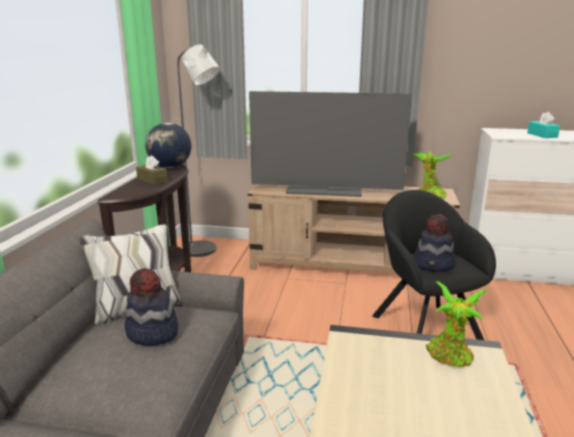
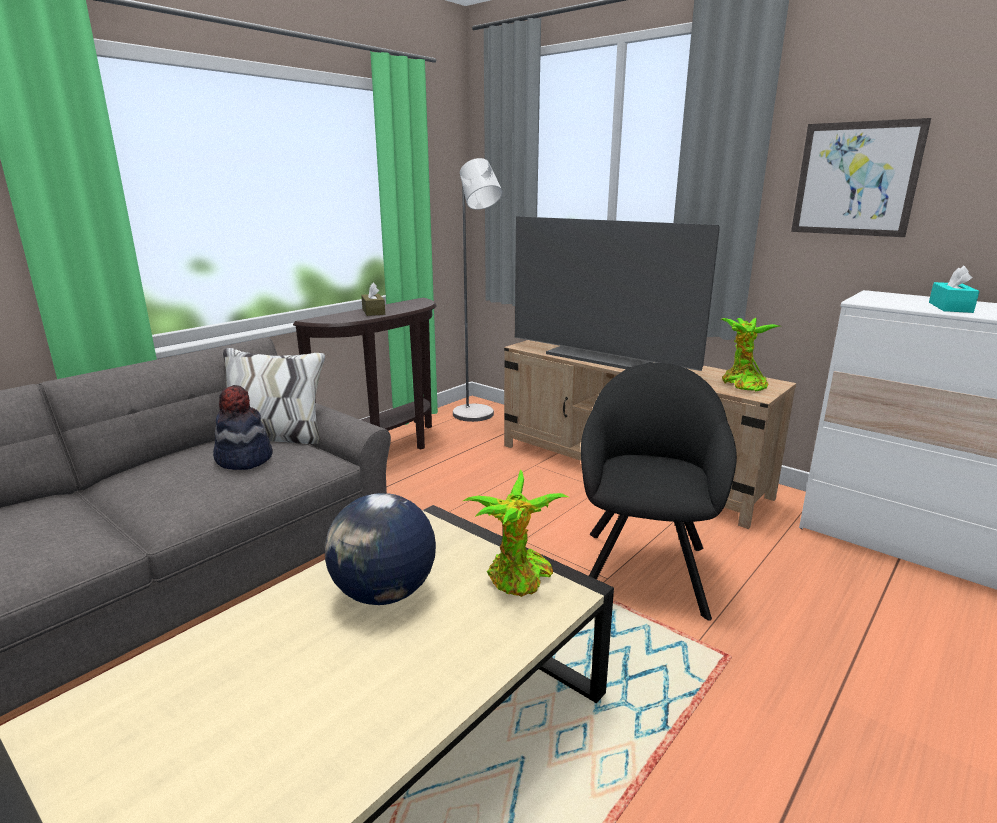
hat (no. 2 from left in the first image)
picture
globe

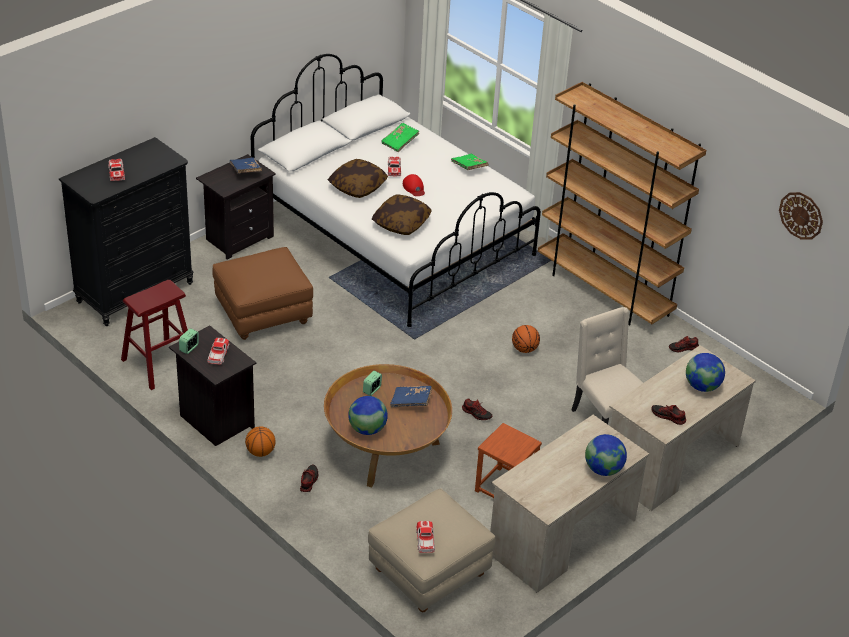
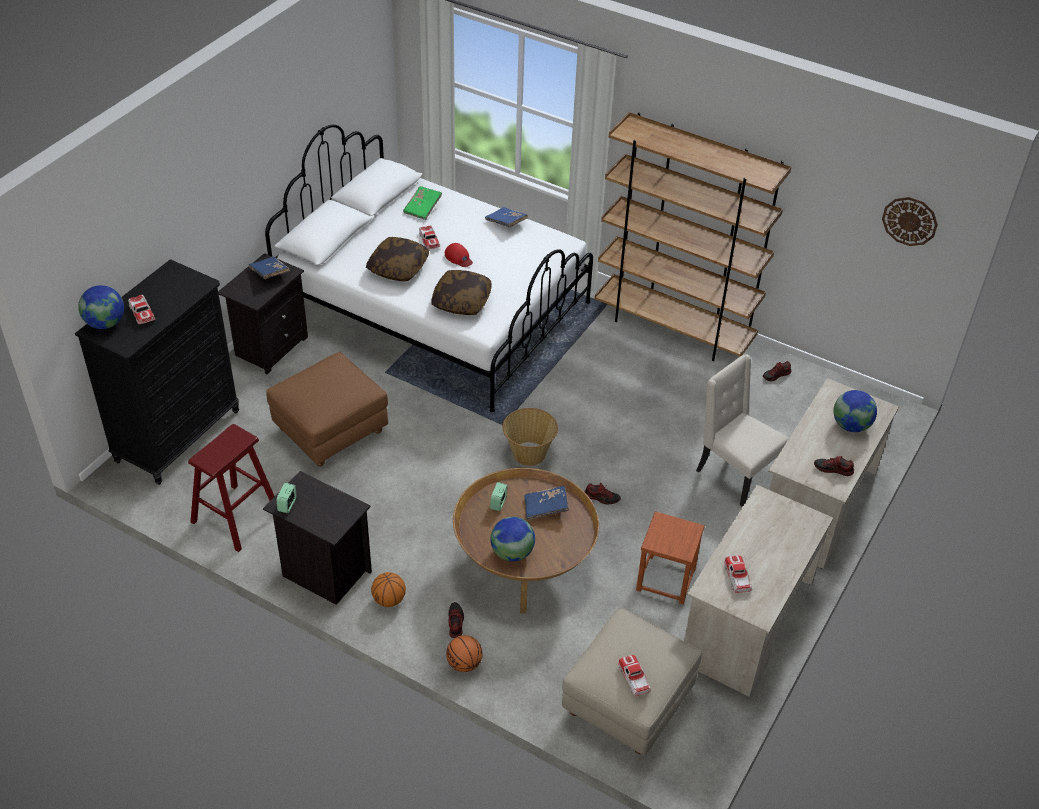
household basket
model car (no. 4 from left)
basketball ball (no. 2 from left)
globe (no. 1 from left)
volume (bluish) (no. 2 from left)

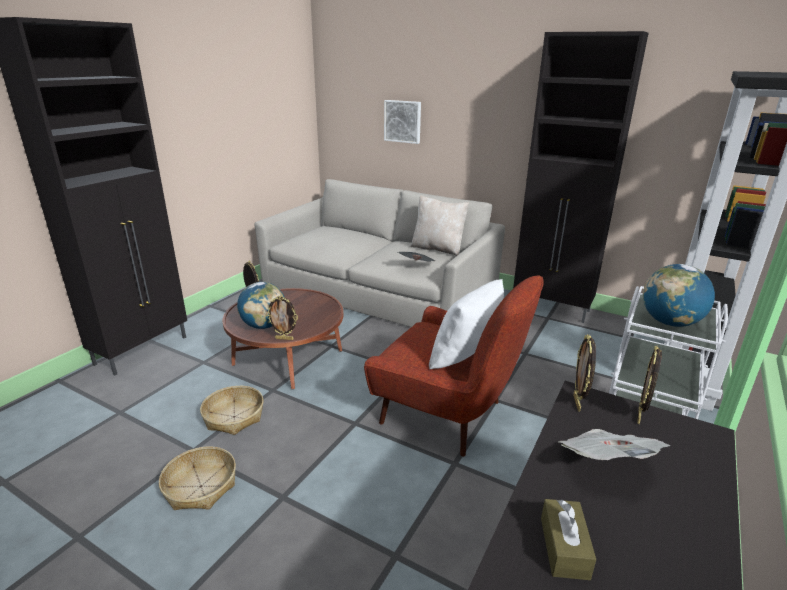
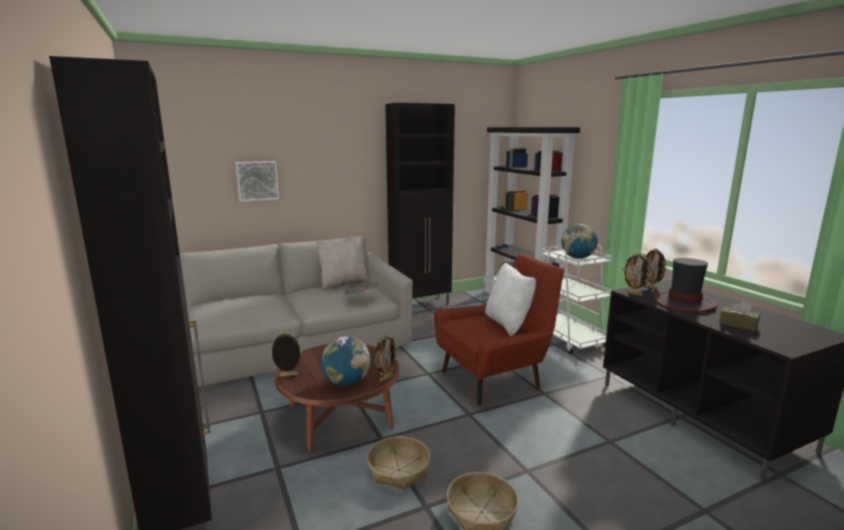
hat

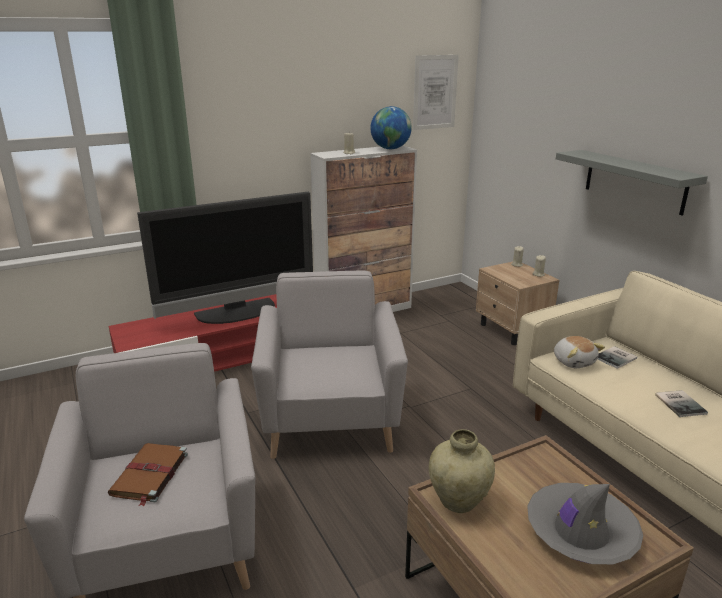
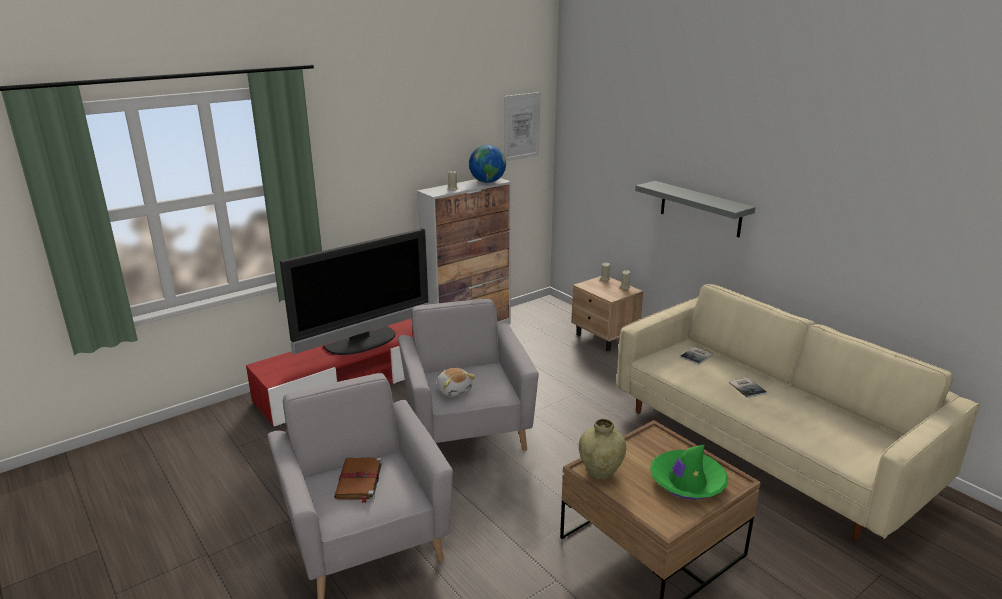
plush toy
hat (green)

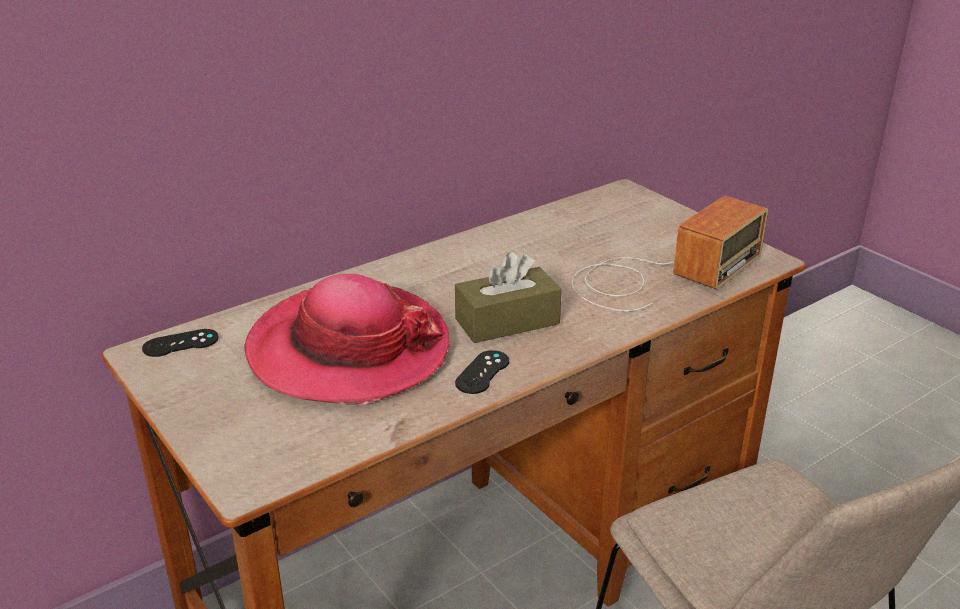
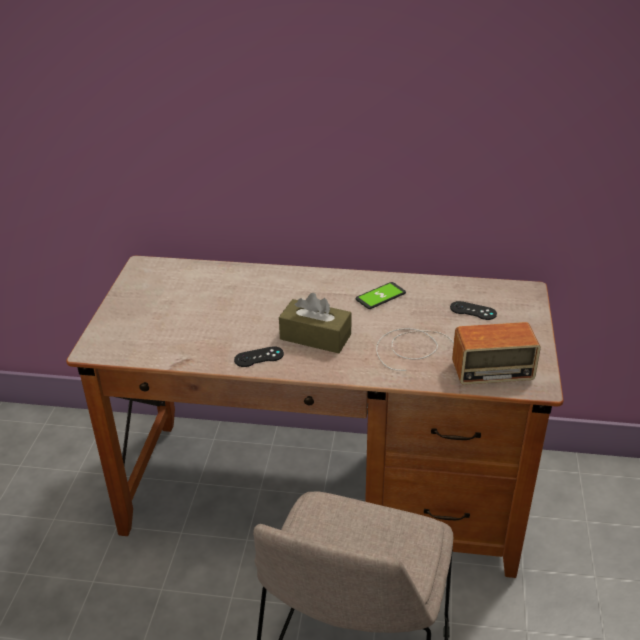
hat
handset
game controller (blackish) (no. 2 from left)

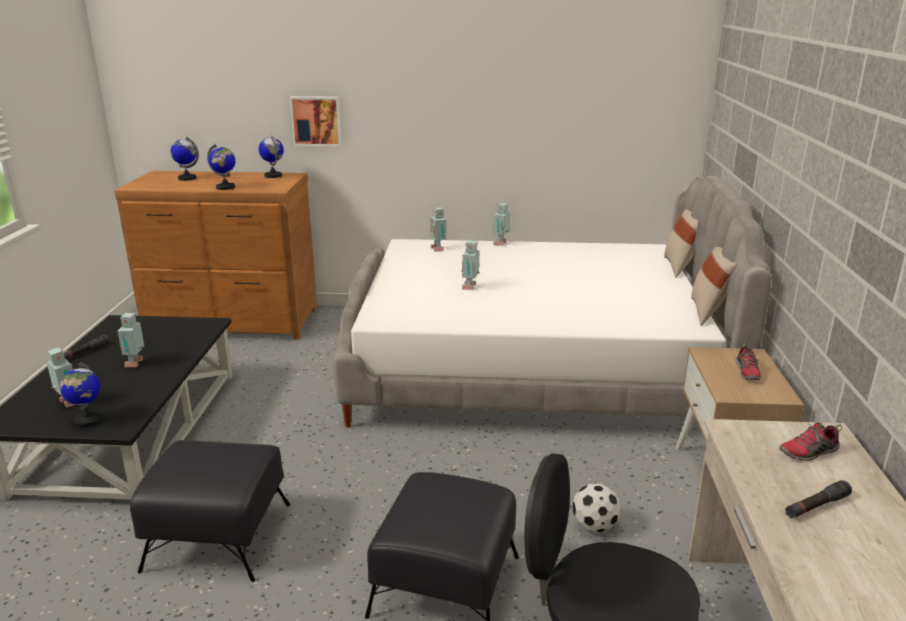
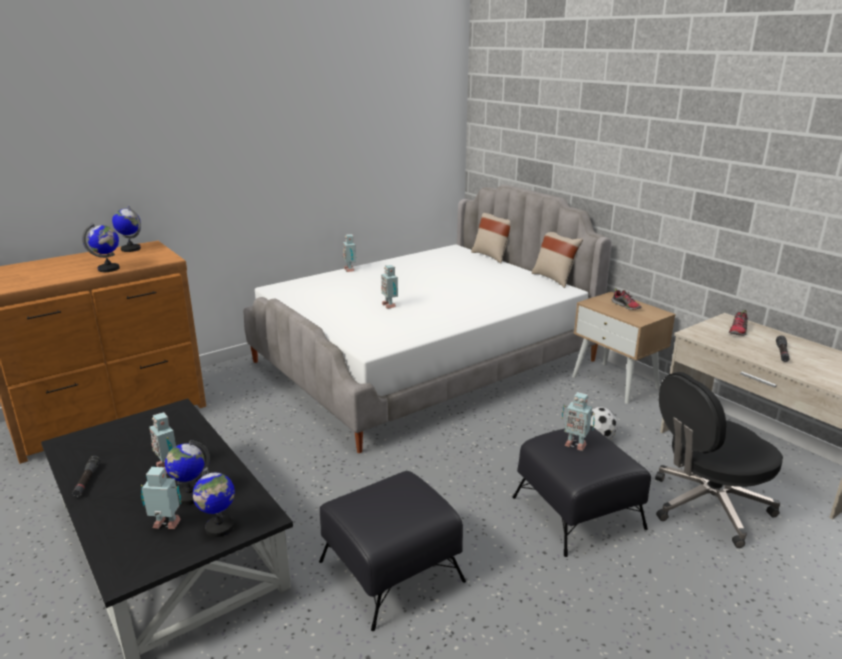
picture
globe (no. 3 from left)
model robot (no. 5 from left)

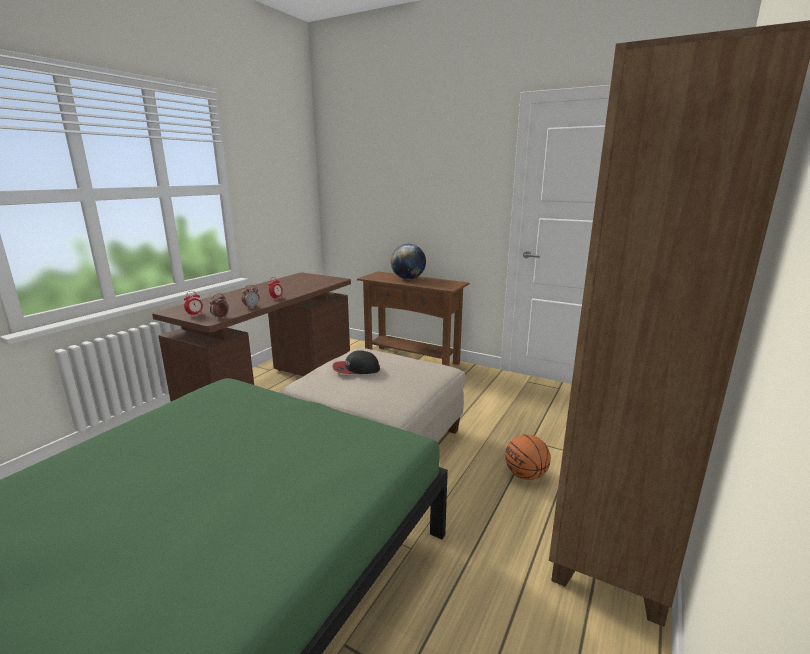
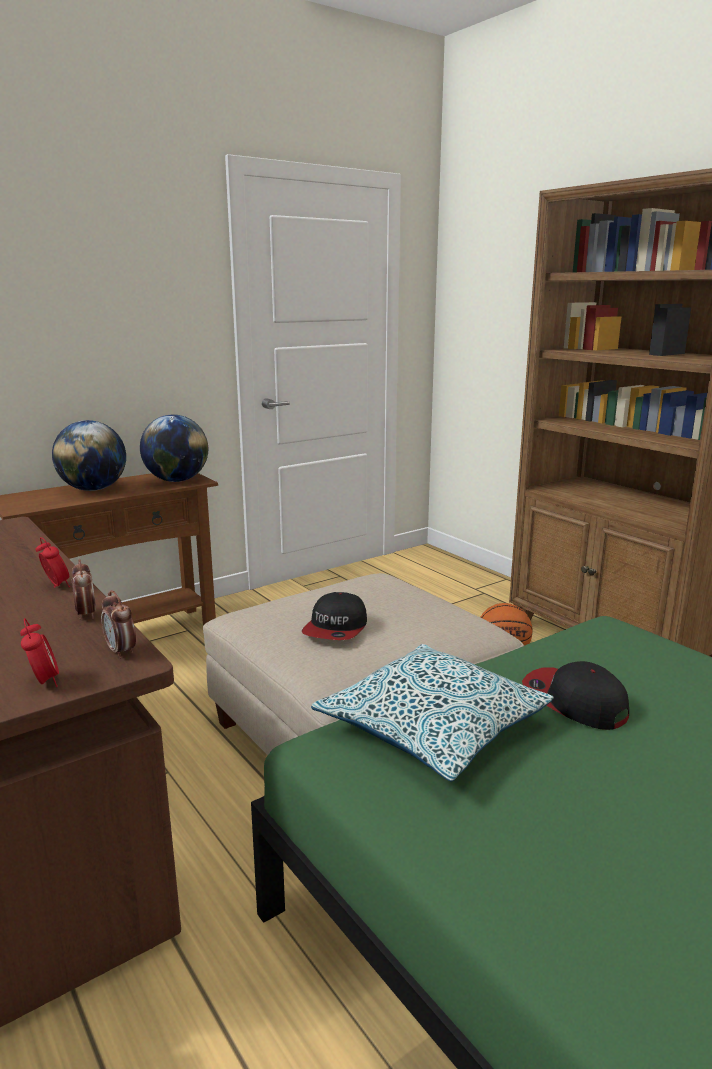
globe (no. 2 from left)
pillow
peaked cap (no. 2 from left)

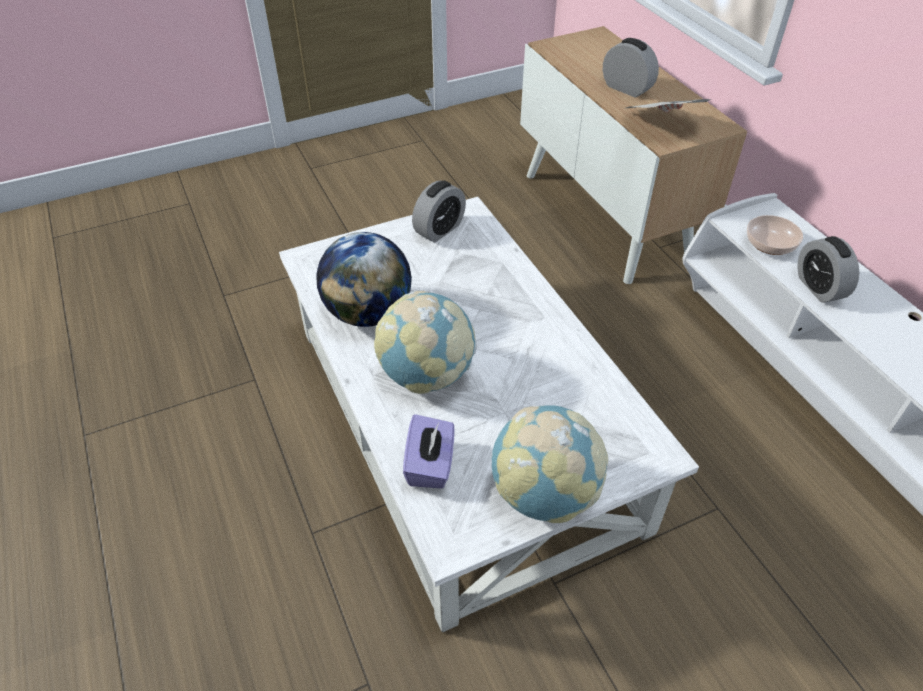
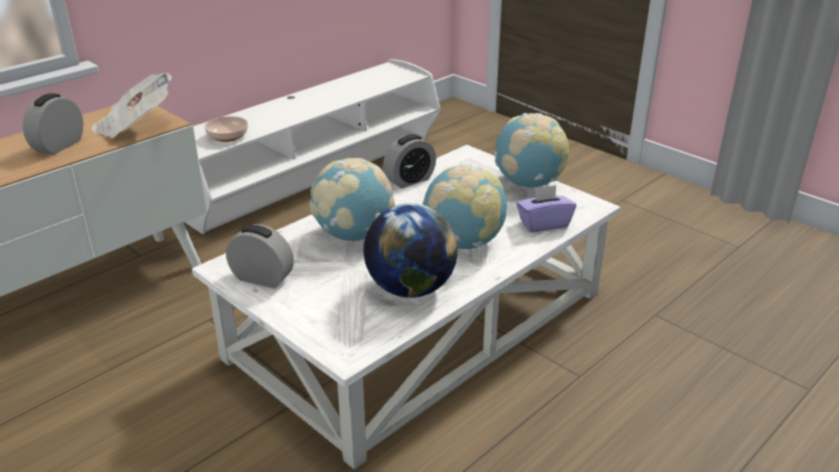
globe (no. 1 from left)
table clock (no. 3 from left)

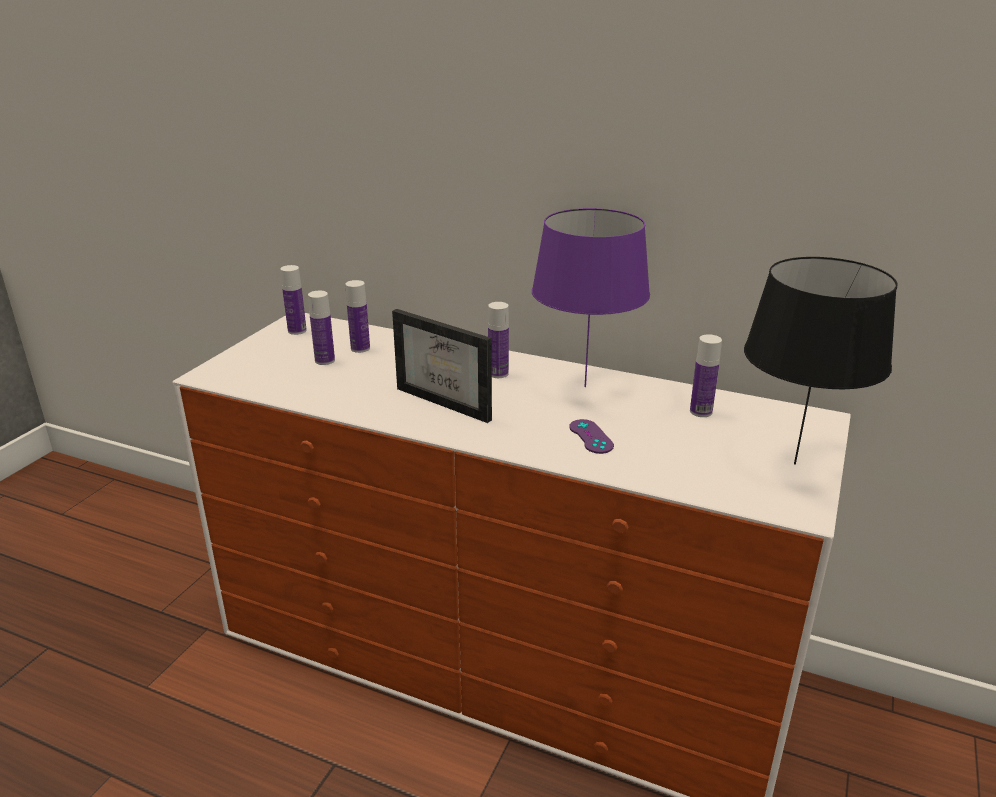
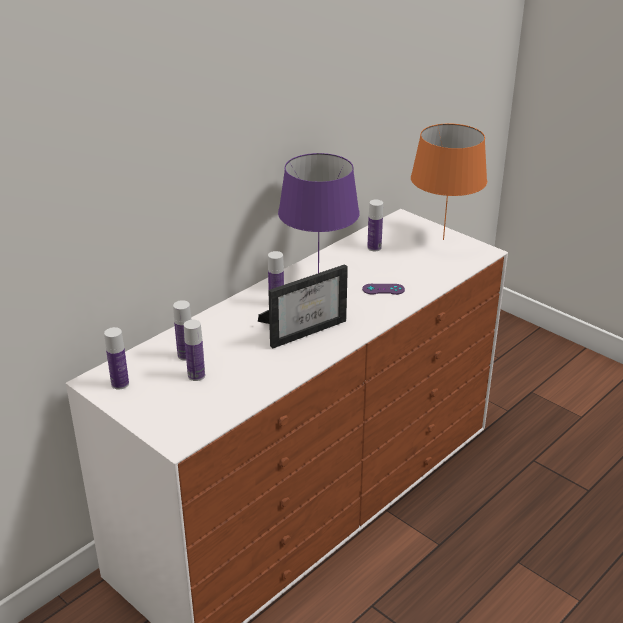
lamp for a table (orangey)

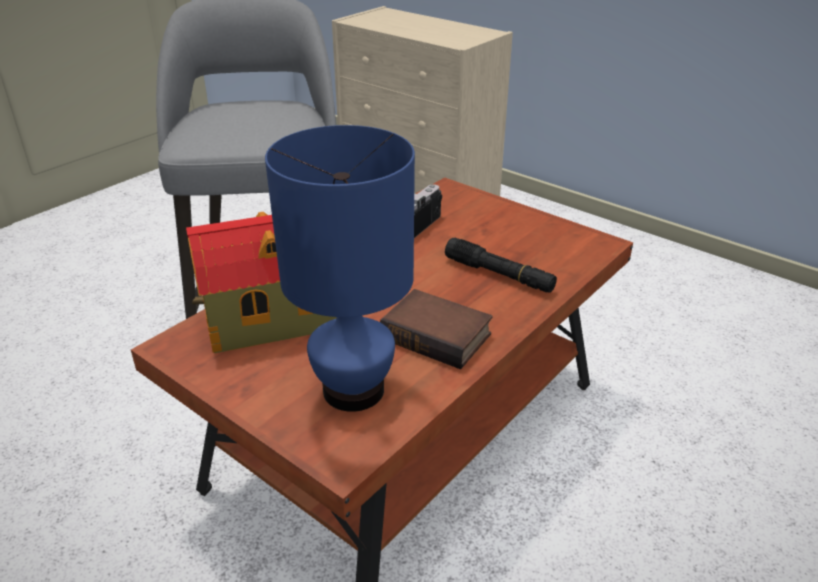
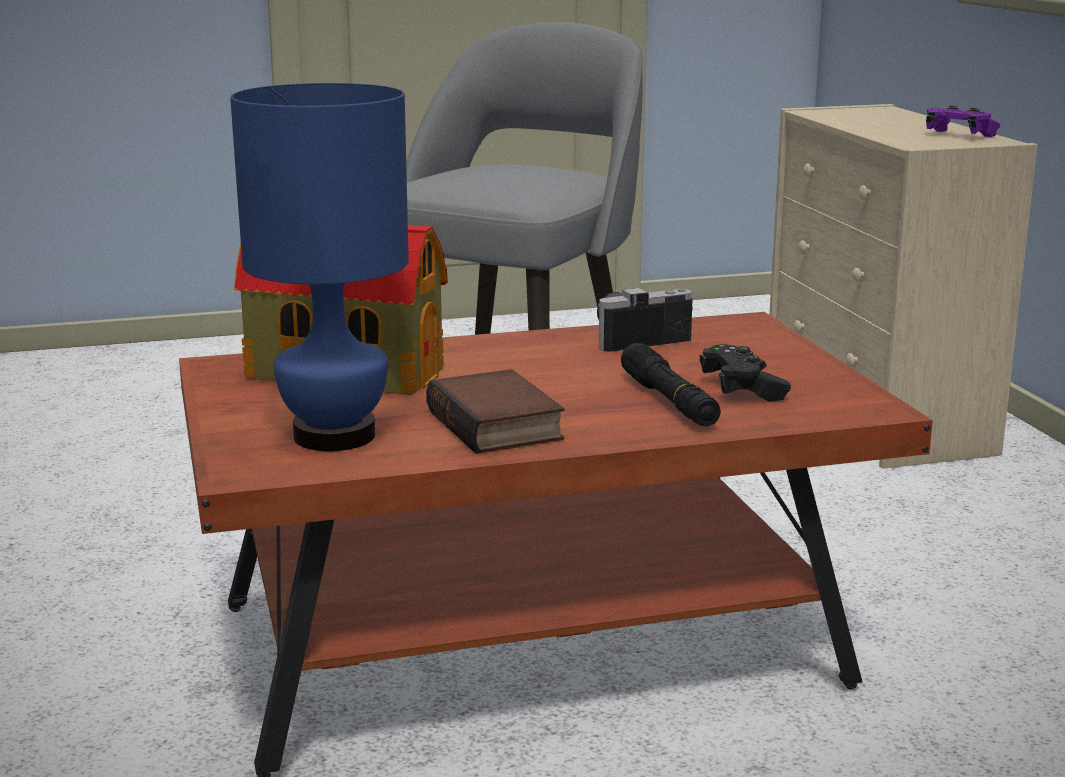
game controller (blackish)
game controller (purple-coloured)

